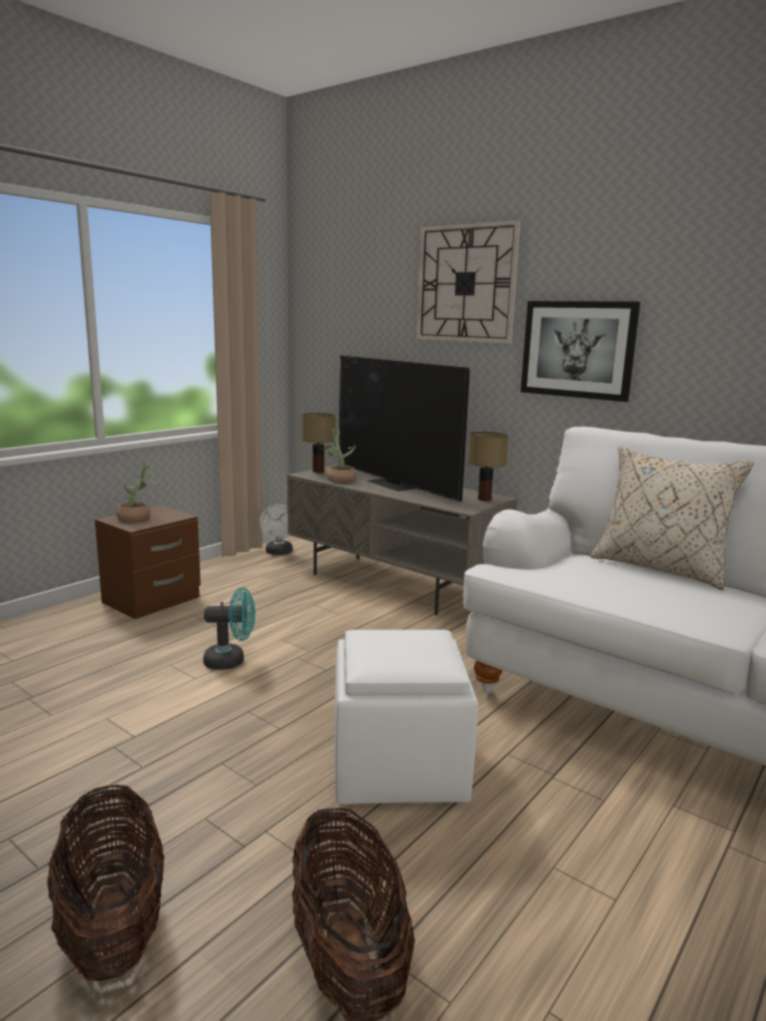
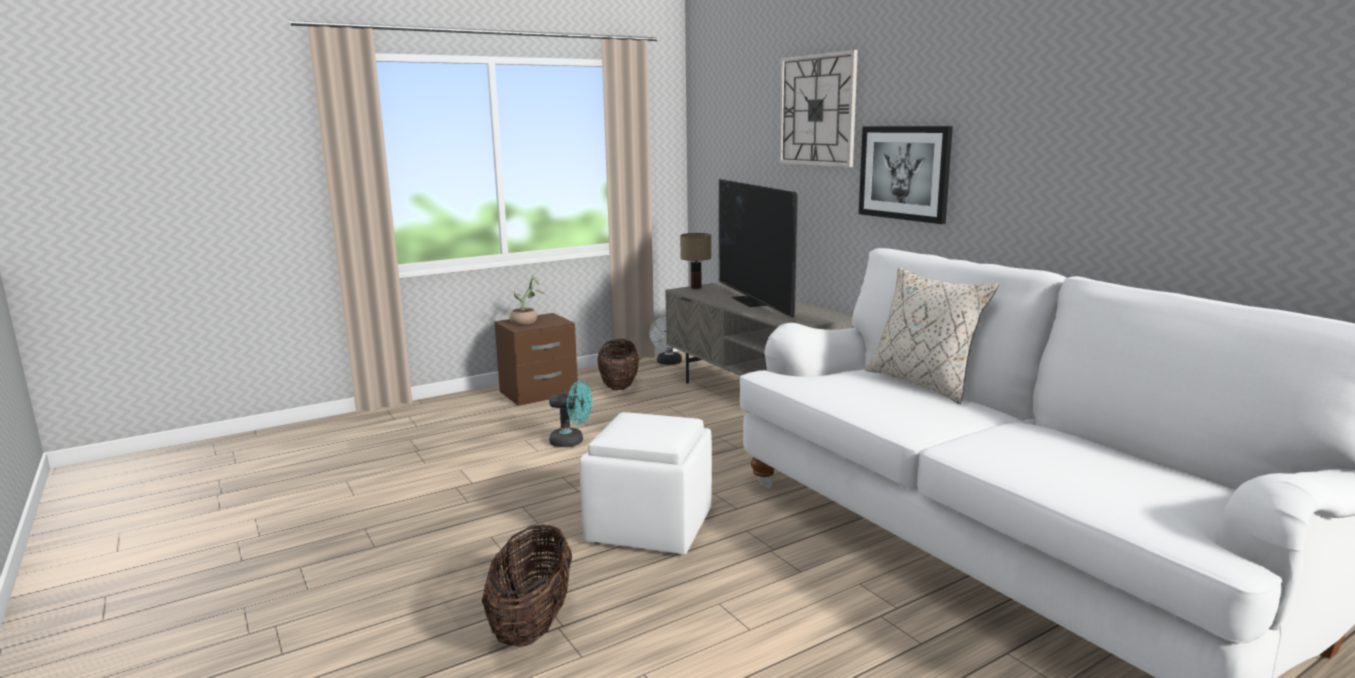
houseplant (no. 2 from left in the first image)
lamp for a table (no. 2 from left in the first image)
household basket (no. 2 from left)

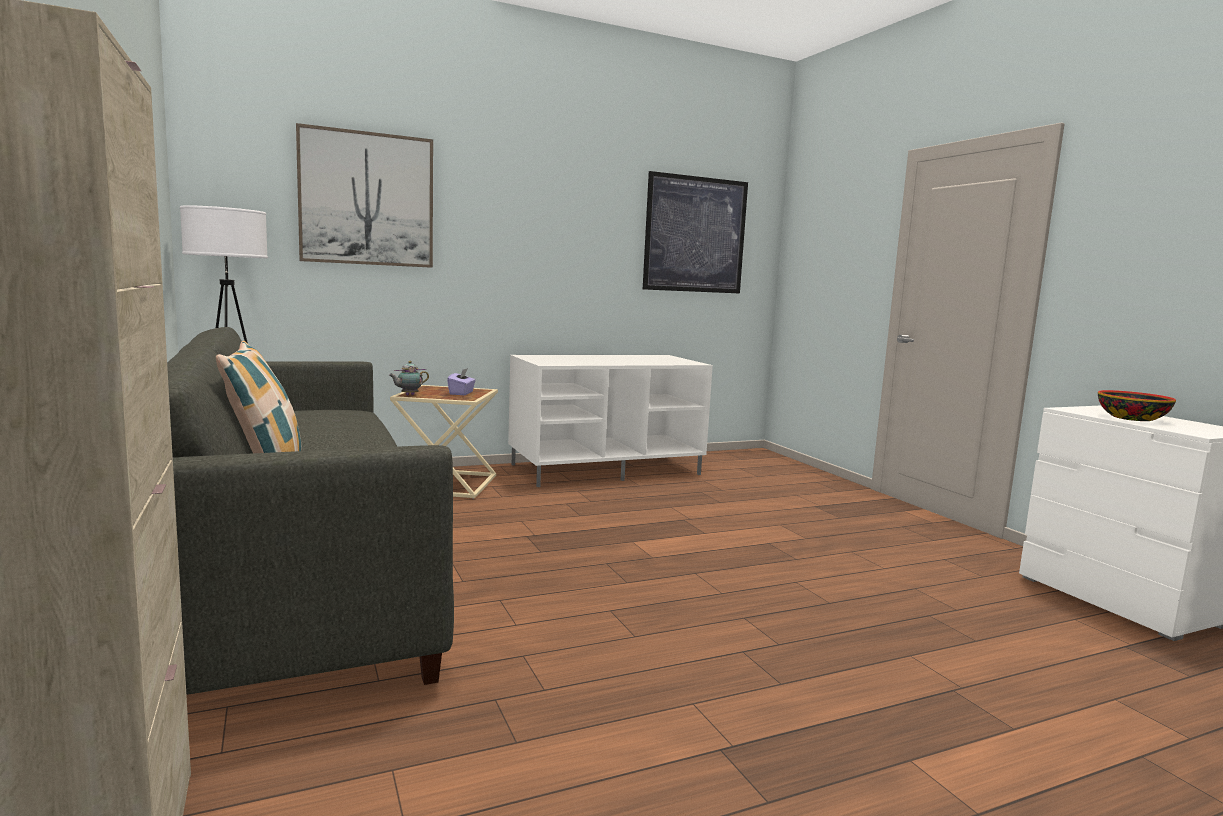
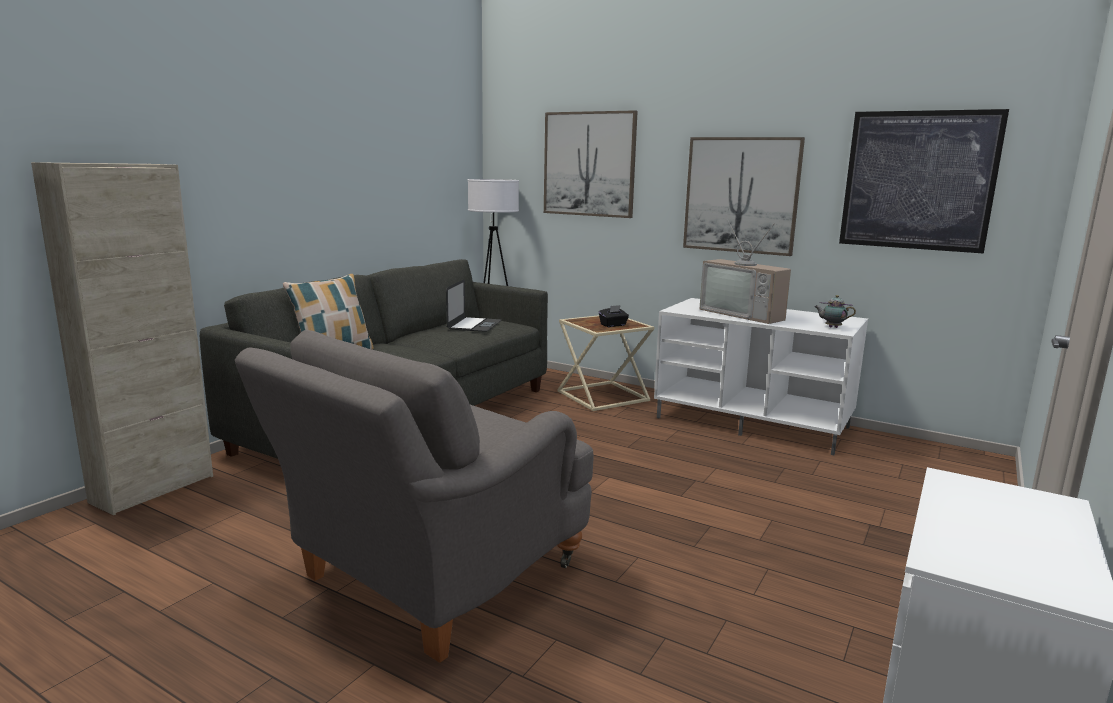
serving bowl
lounge chair (grey)
notebook computer
picture (no. 2 from left)
TV set
tea pot
tissue holder (blackish)

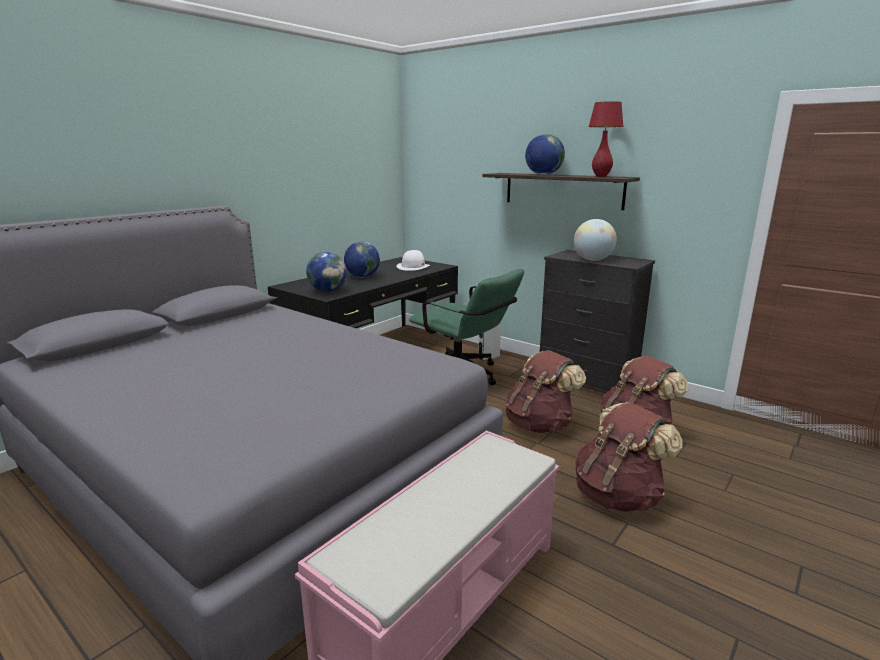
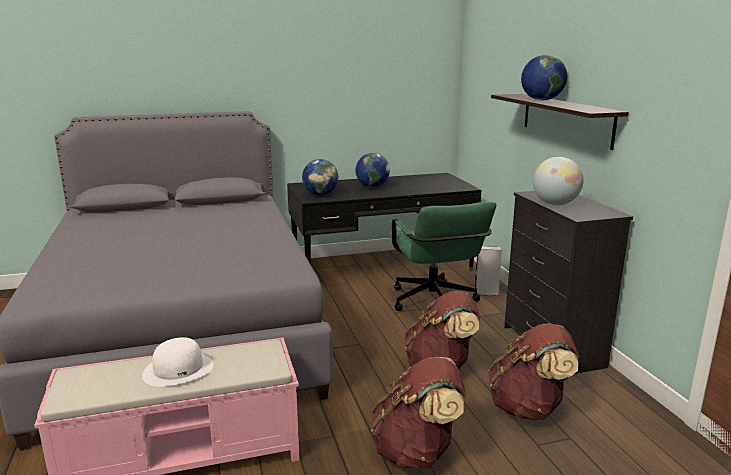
lamp for a table (red)
hat (whitish)

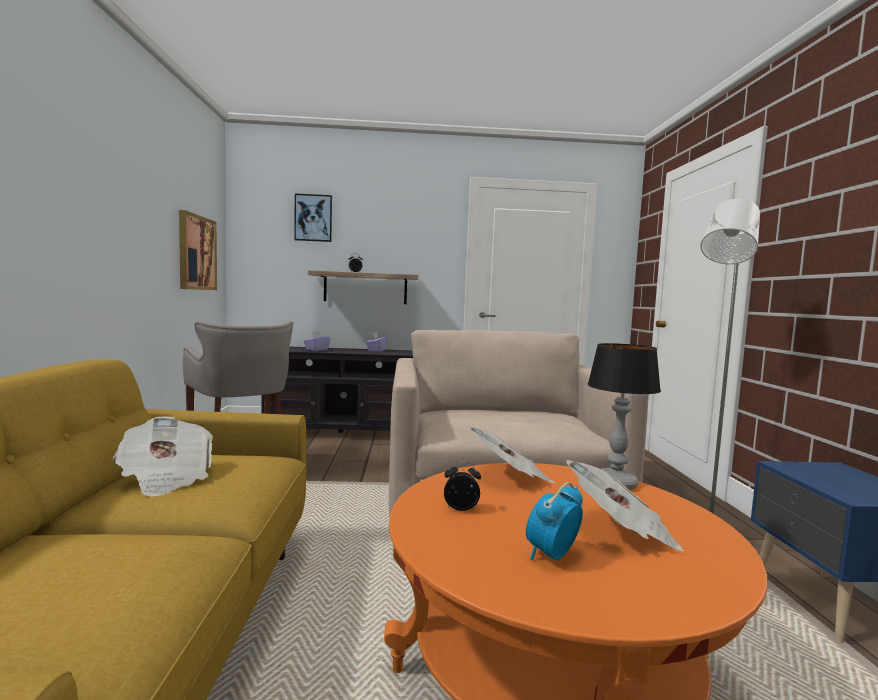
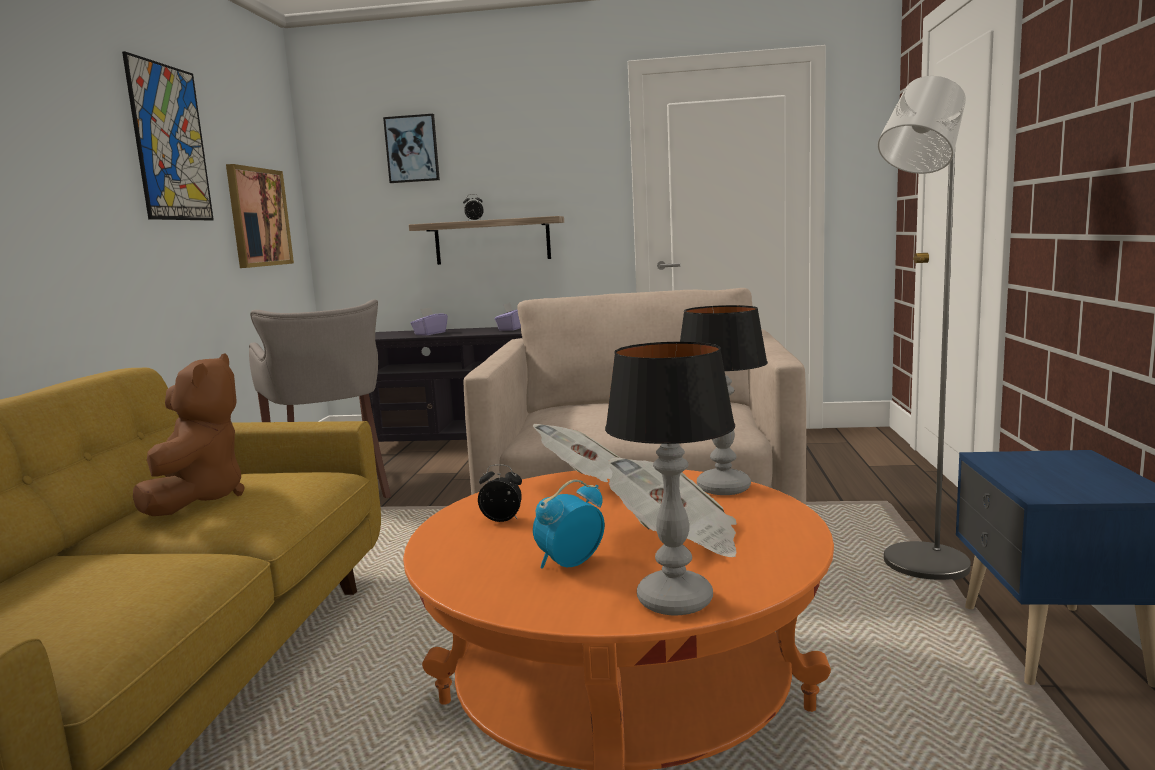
picture (no. 1 from left)
lamp for a table (no. 1 from left)
plush toy (brown)

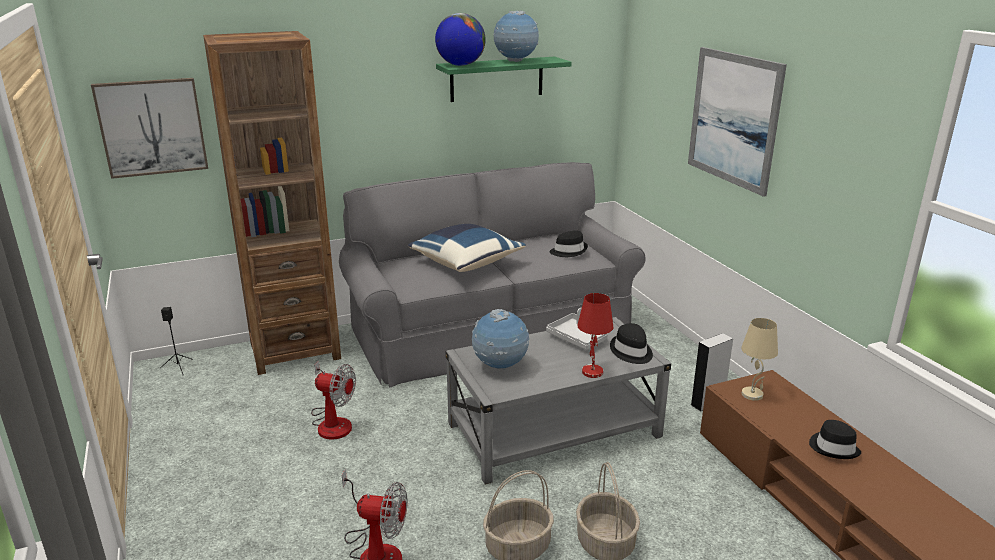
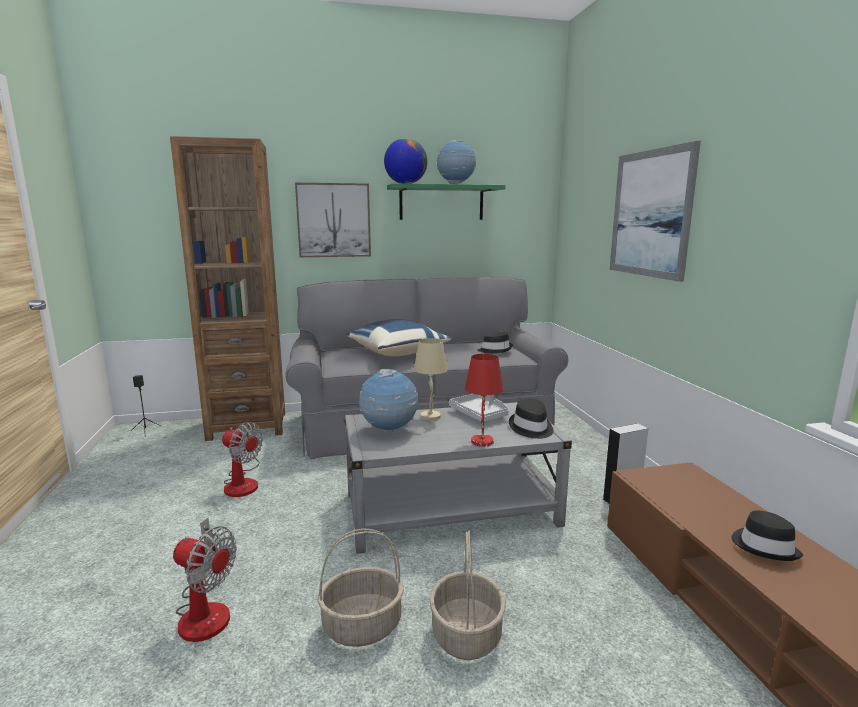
picture (no. 1 from left)
lamp for a table (beige)

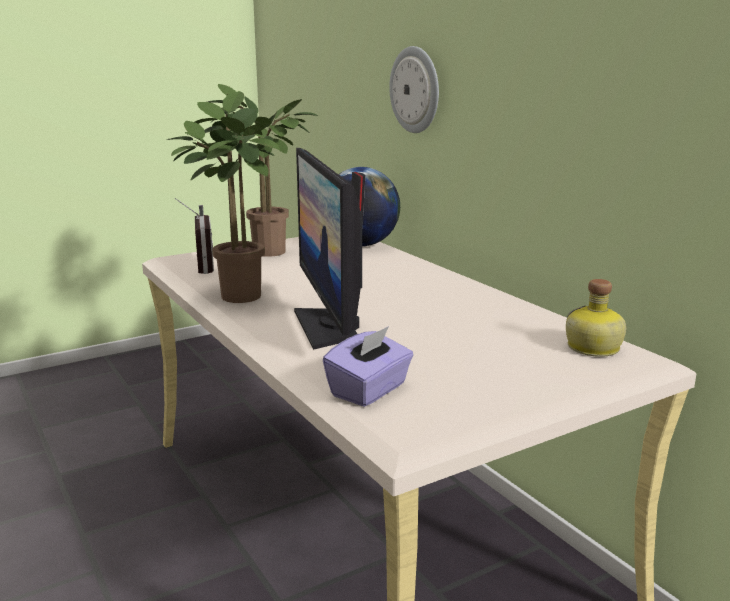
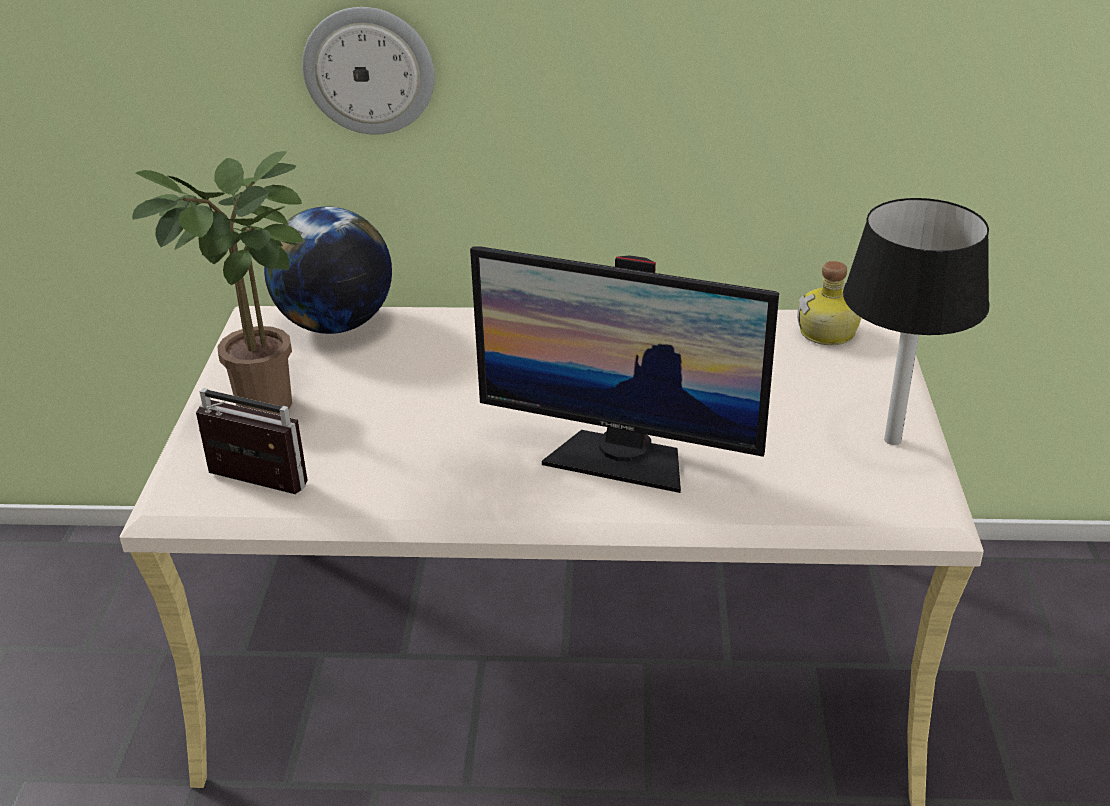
houseplant (no. 1 from left in the first image)
tissue holder (purple-coloured)
lamp for a table (blackish)

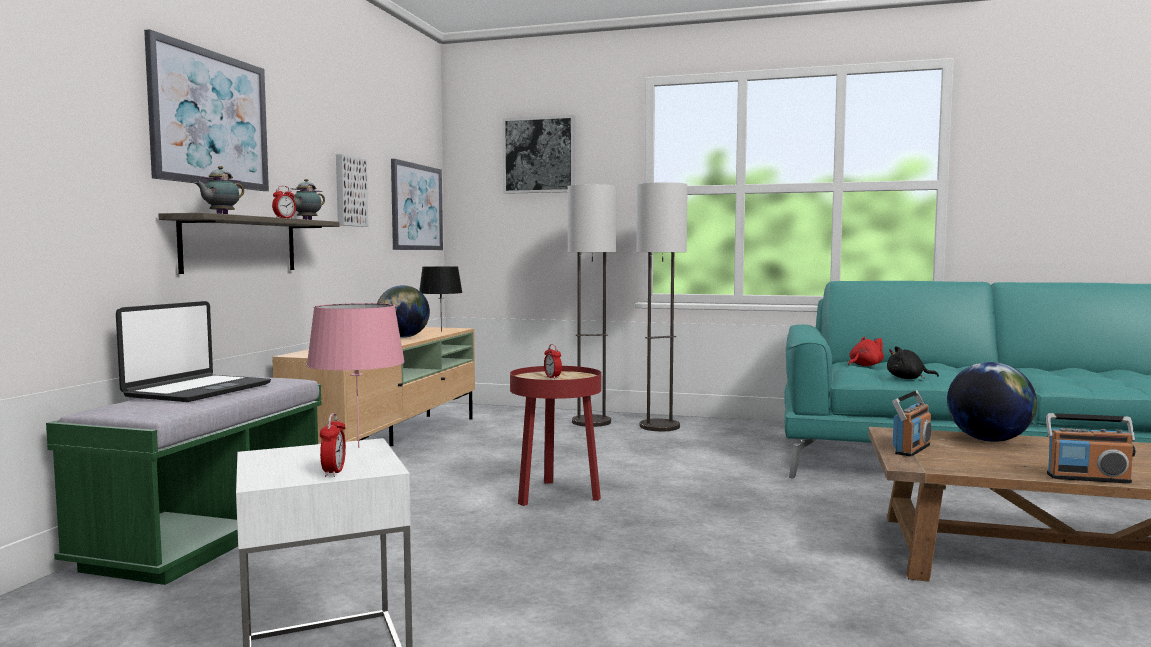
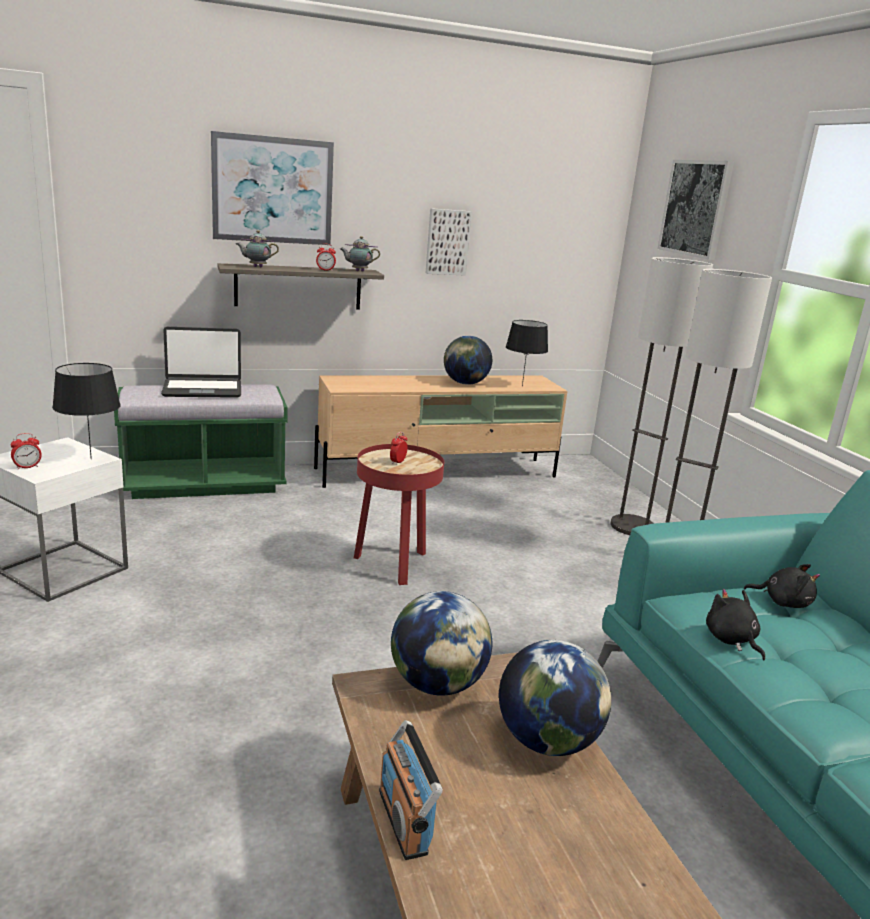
picture (no. 3 from left in the first image)
globe (no. 1 from left)
lamp for a table (blackish) (no. 1 from left)
plush toy (blackish) (no. 2 from left)

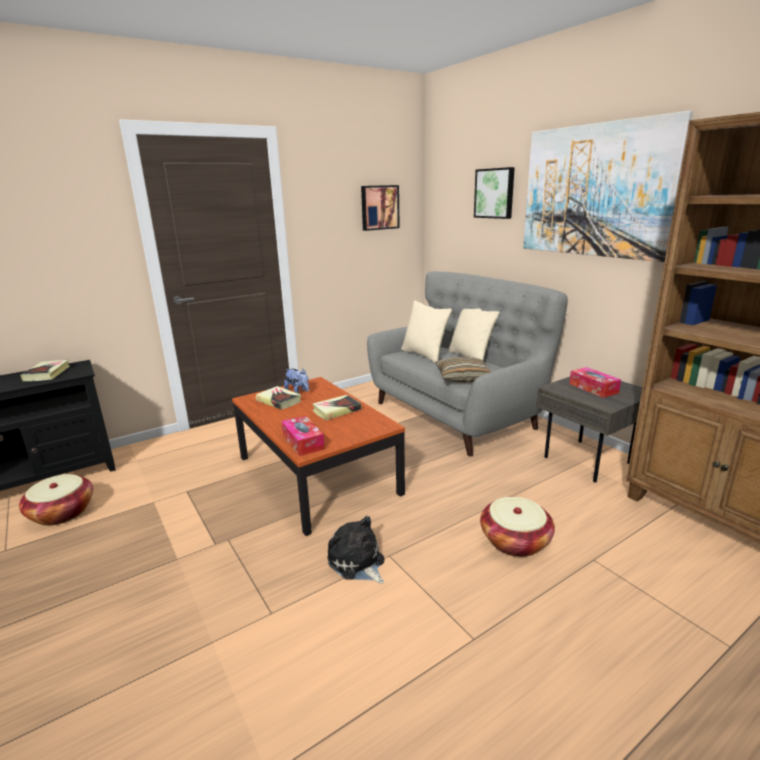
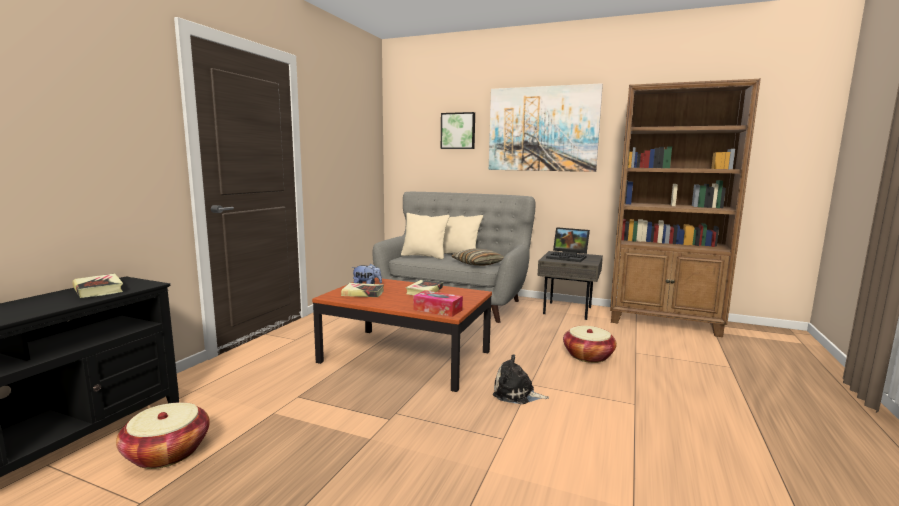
picture (no. 1 from left in the first image)
notebook computer

